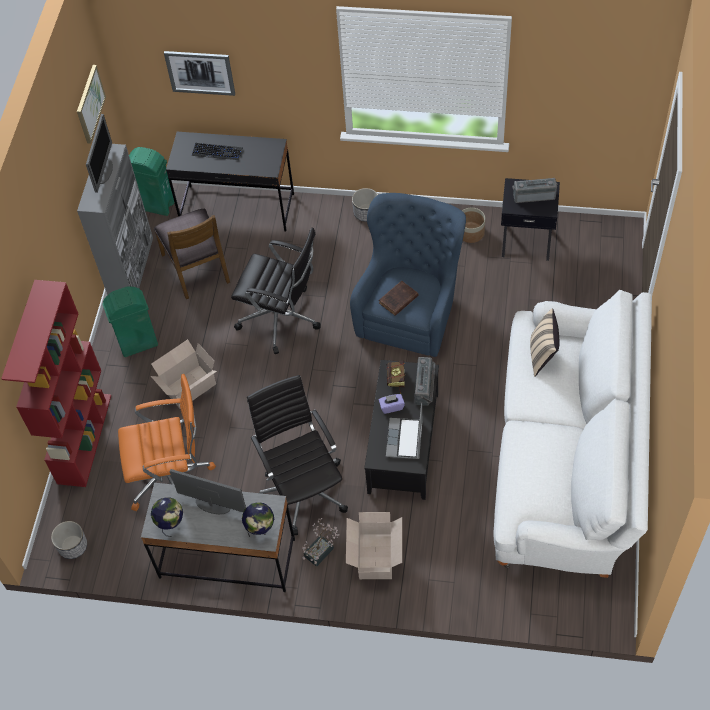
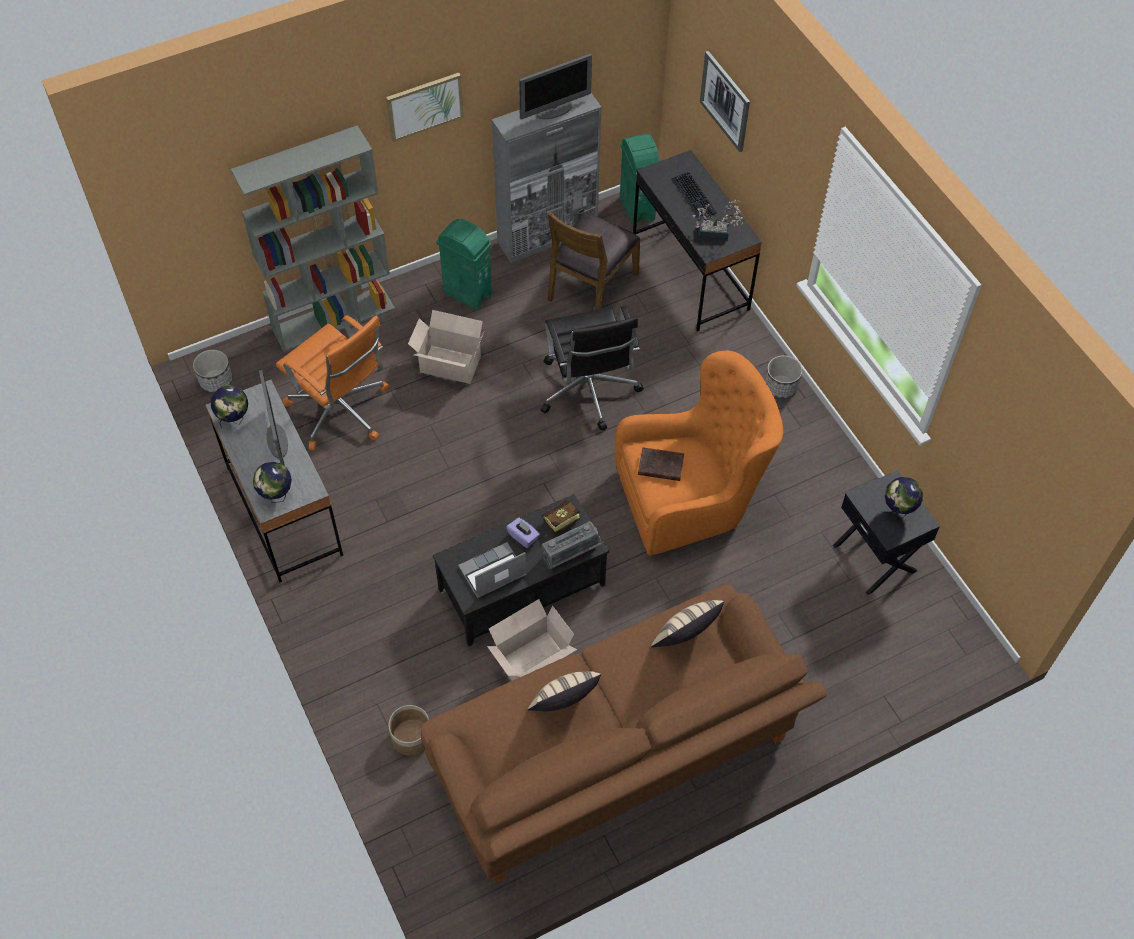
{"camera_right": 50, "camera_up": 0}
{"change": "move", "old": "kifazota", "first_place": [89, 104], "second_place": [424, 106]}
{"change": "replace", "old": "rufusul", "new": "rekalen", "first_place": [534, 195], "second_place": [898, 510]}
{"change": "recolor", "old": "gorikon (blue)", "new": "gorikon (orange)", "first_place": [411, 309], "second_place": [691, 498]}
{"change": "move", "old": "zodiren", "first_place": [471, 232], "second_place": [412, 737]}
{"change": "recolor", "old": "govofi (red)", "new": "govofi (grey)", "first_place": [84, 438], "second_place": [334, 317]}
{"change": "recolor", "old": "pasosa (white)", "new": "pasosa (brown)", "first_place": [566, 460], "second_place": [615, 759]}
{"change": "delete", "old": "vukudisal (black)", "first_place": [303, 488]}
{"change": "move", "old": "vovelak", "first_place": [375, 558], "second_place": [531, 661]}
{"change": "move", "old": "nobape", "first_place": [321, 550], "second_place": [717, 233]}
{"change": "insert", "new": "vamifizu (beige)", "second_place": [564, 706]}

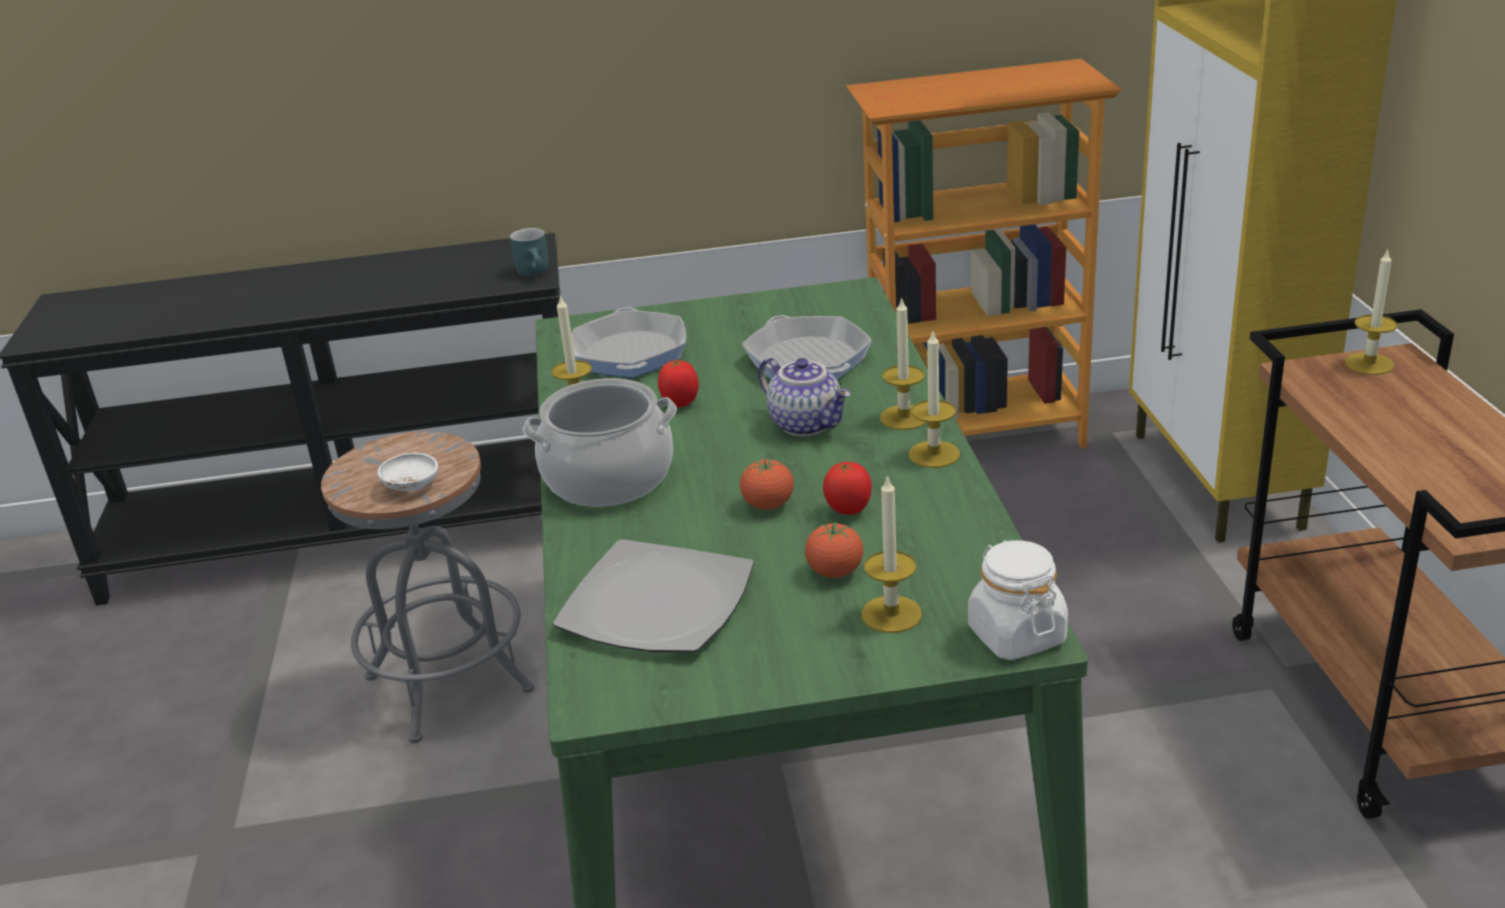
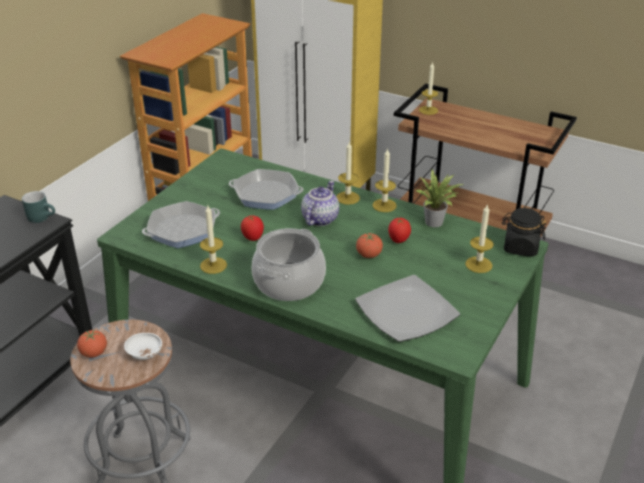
{"camera_right": -55, "camera_up": 5}
{"change": "rotate", "old": "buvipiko", "first_place": [630, 353], "second_place": [182, 230], "degrees": 120}
{"change": "rotate", "old": "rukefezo", "first_place": [807, 424], "second_place": [319, 219], "degrees": -60}
{"change": "move", "old": "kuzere", "first_place": [835, 572], "second_place": [94, 353]}
{"change": "recolor", "old": "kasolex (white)", "new": "kasolex (black)", "first_place": [1016, 635], "second_place": [520, 247]}
{"change": "insert", "new": "nobape", "second_place": [436, 223]}

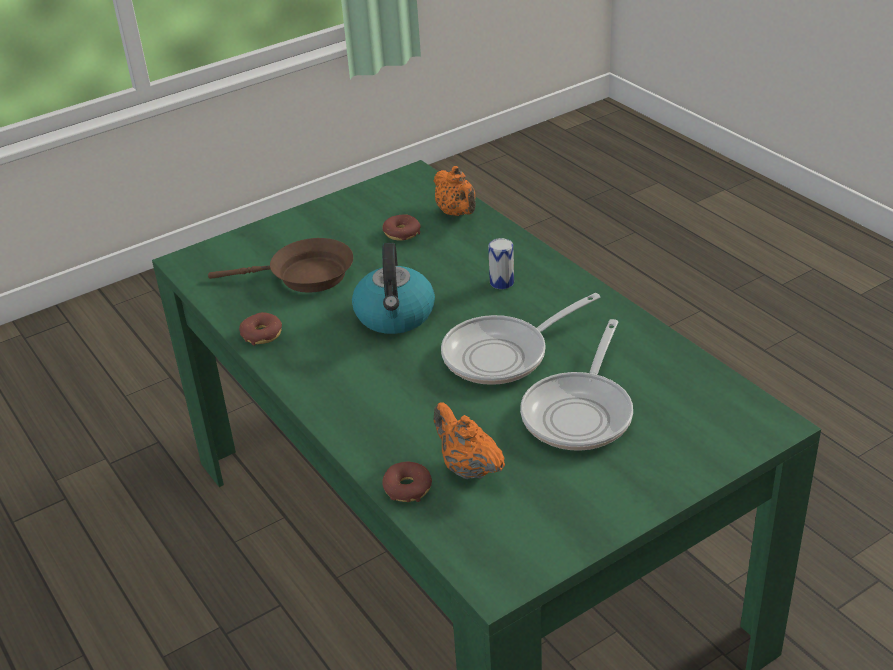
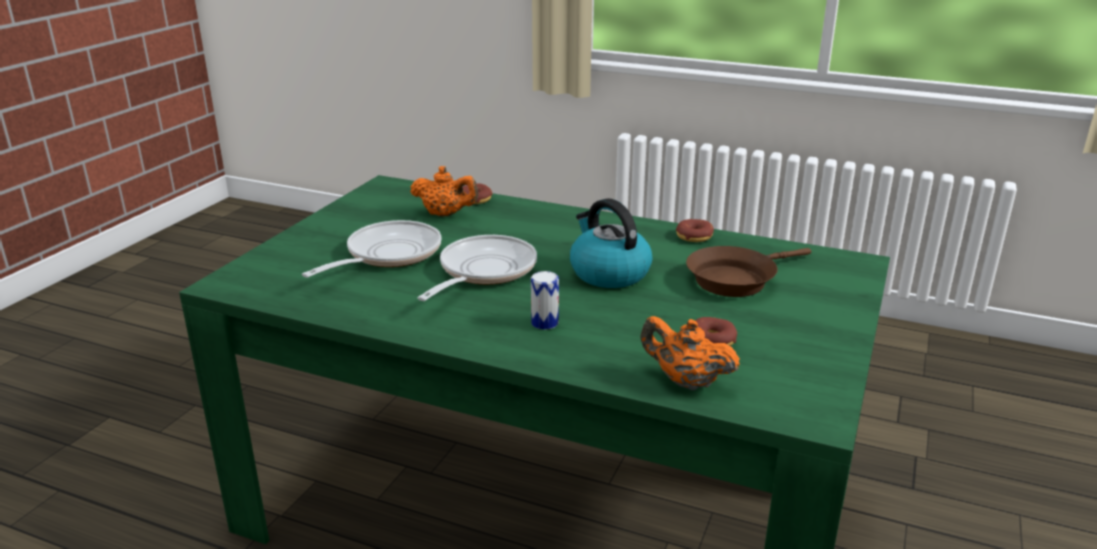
{"camera_right": 145, "camera_up": -10}
{"change": "rotate", "old": "buvipiko", "first_place": [580, 412], "second_place": [387, 255], "degrees": 45}

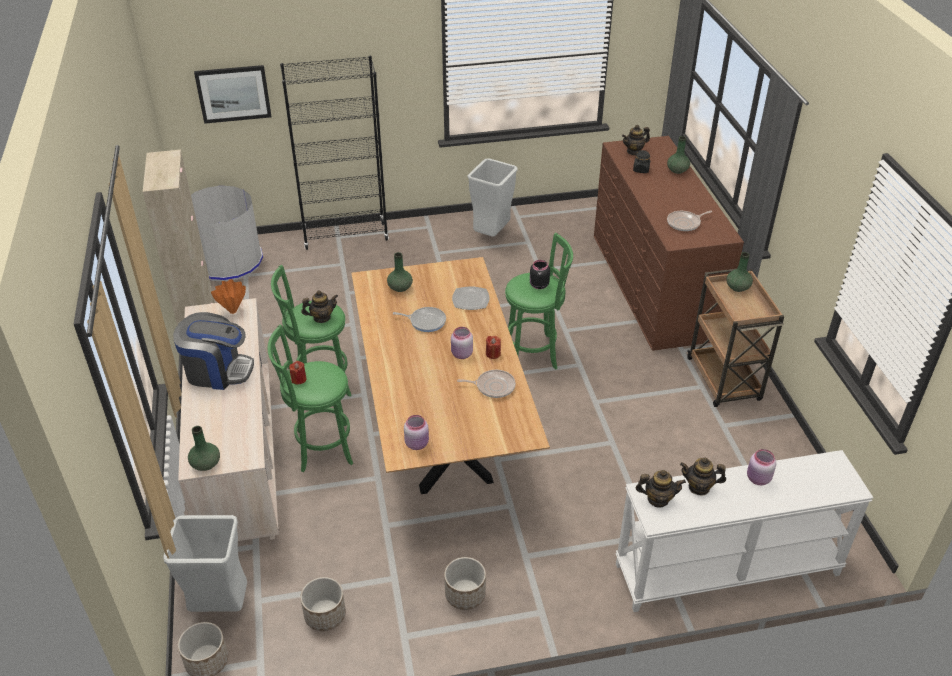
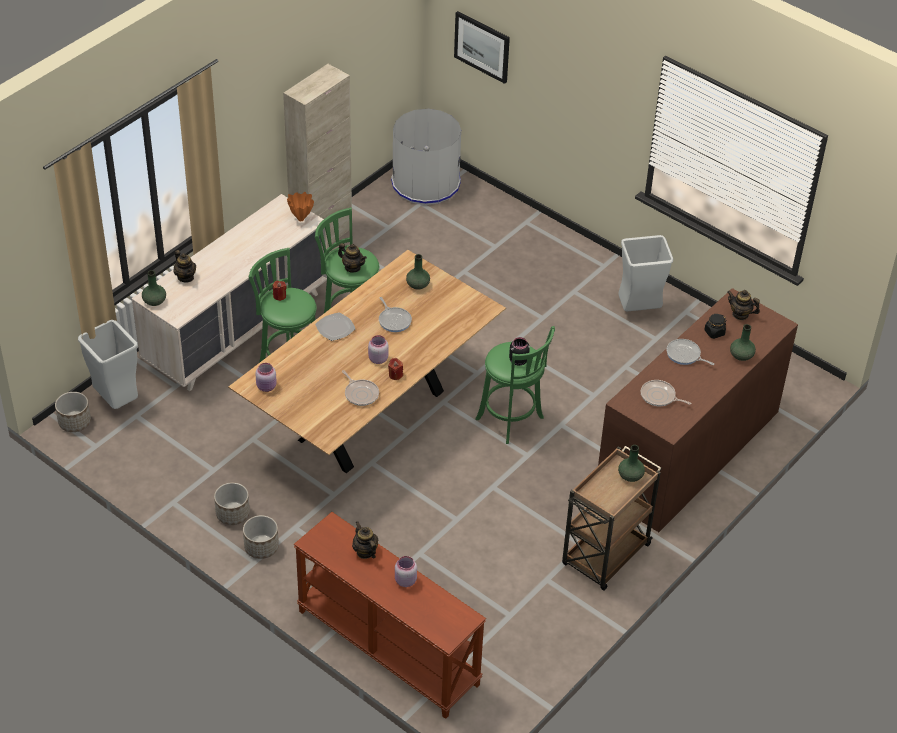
{"camera_right": 50, "camera_up": 5}
{"change": "delete", "old": "govofi (black)", "first_place": [345, 236]}
{"change": "move", "old": "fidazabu", "first_place": [471, 299], "second_place": [335, 328]}
{"change": "delete", "old": "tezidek", "first_place": [217, 371]}
{"change": "recolor", "old": "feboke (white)", "new": "feboke (brown)", "first_place": [727, 571], "second_place": [386, 648]}
{"change": "move", "old": "rukefezo", "first_place": [658, 499], "second_place": [185, 277]}
{"change": "move", "old": "zodiren", "first_place": [325, 615], "second_place": [262, 547]}
{"change": "insert", "new": "buvipiko", "second_place": [685, 355]}

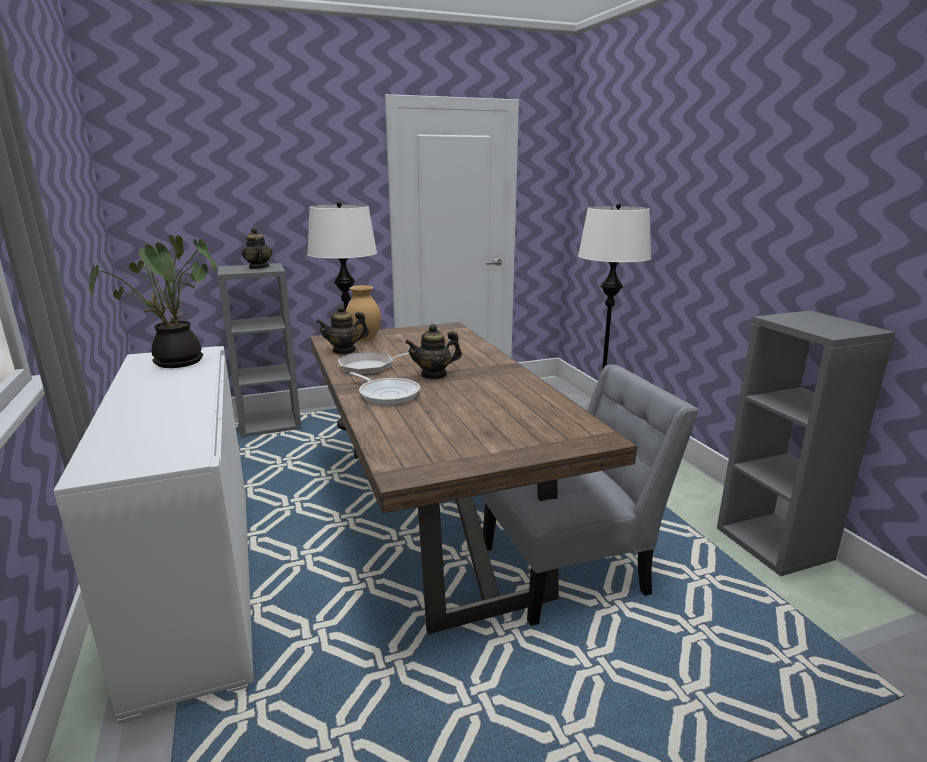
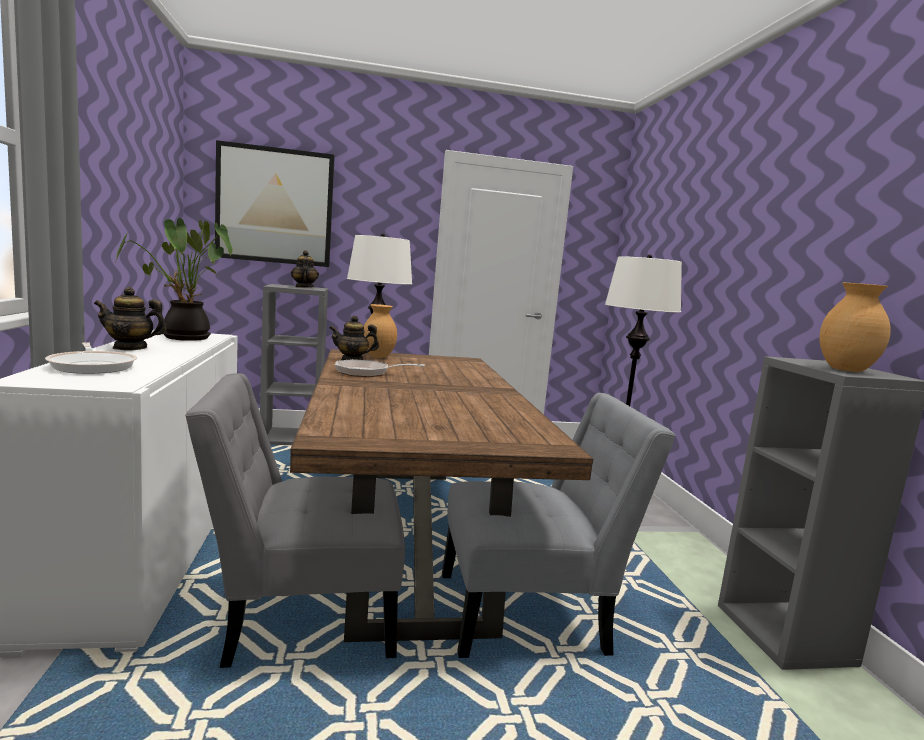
{"camera_right": 10, "camera_up": -10}
{"change": "move", "old": "rukefezo", "first_place": [434, 375], "second_place": [130, 348]}
{"change": "move", "old": "buvipiko", "first_place": [387, 394], "second_place": [93, 366]}
{"change": "insert", "new": "kifazota", "second_place": [275, 206]}
{"change": "insert", "new": "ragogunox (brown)", "second_place": [846, 370]}
{"change": "insert", "new": "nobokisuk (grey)", "second_place": [301, 614]}

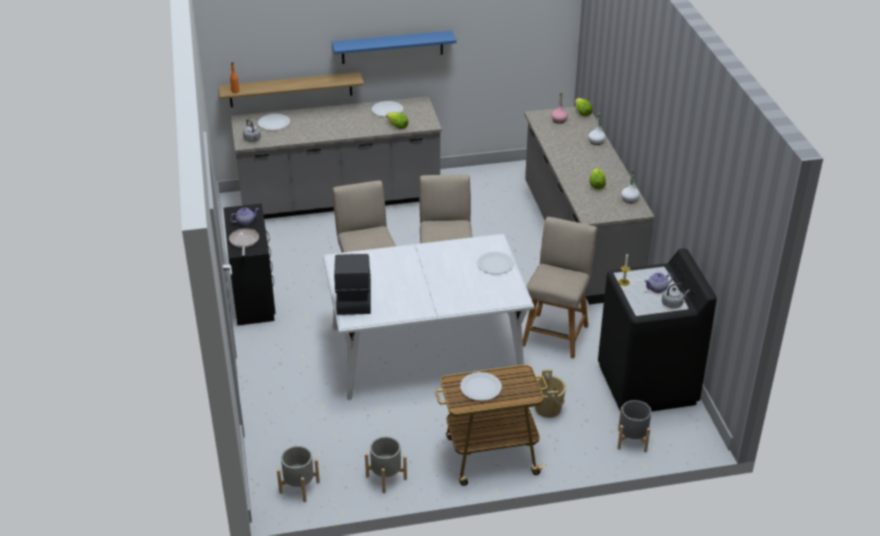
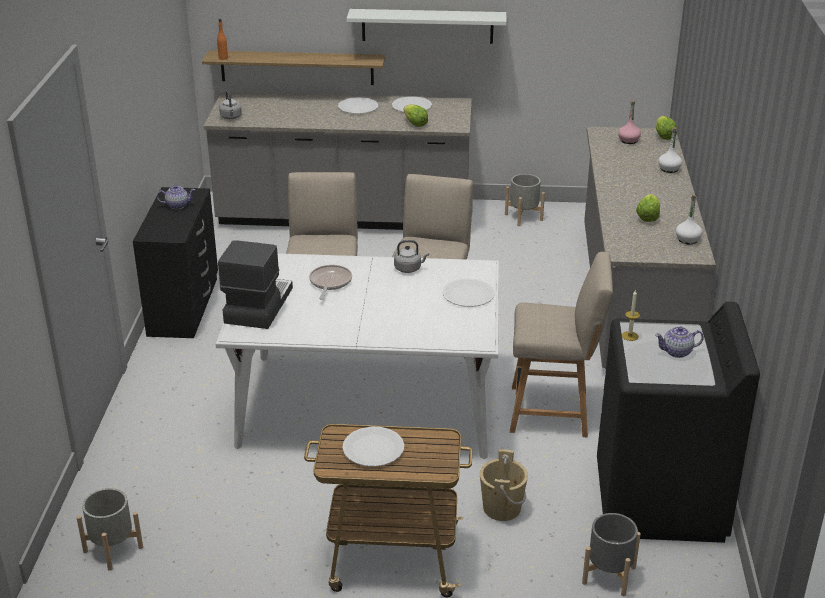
{"camera_right": 15, "camera_up": -5}
{"change": "recolor", "old": "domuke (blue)", "new": "domuke (white)", "first_place": [392, 47], "second_place": [427, 26]}
{"change": "move", "old": "fidazabu (white)", "first_place": [273, 123], "second_place": [358, 107]}
{"change": "rotate", "old": "nobokisuk (beige)", "first_place": [556, 333], "second_place": [554, 411], "degrees": 60}
{"change": "move", "old": "buvipiko", "first_place": [244, 242], "second_place": [329, 283]}
{"change": "move", "old": "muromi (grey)", "first_place": [673, 303], "second_place": [409, 268]}
{"change": "move", "old": "zodiren (grey)", "first_place": [386, 477], "second_place": [523, 217]}

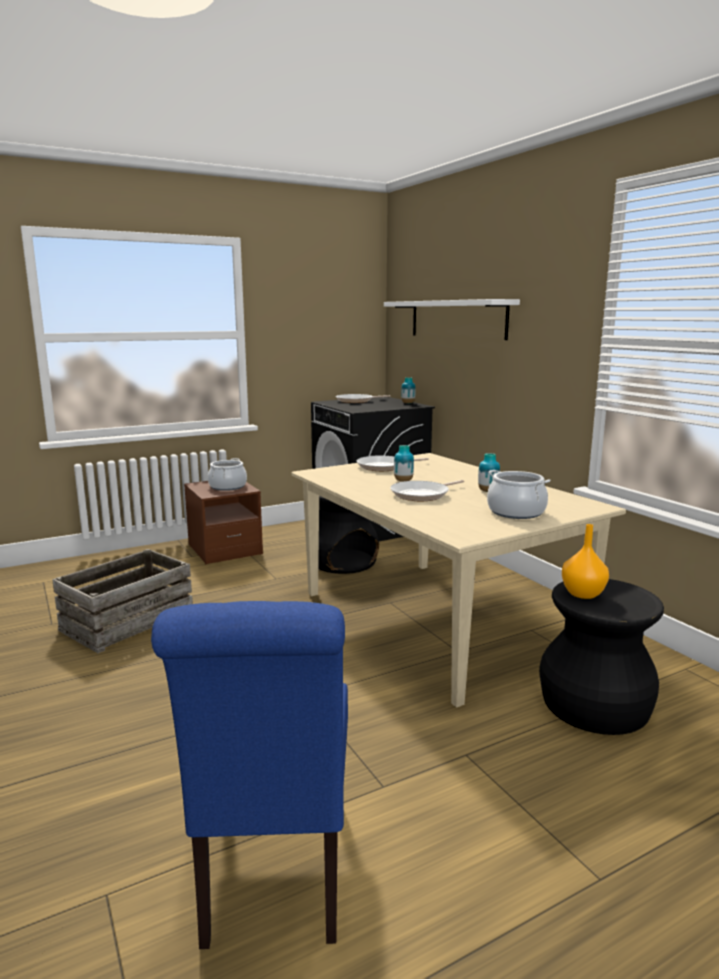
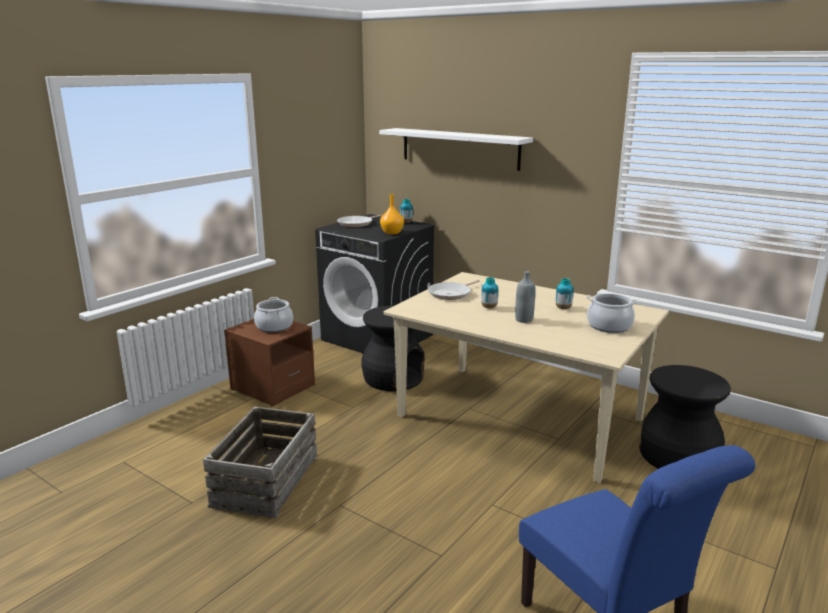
{"camera_right": -25, "camera_up": 5}
{"change": "replace", "old": "buvipiko", "new": "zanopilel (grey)", "first_place": [422, 494], "second_place": [524, 320]}
{"change": "move", "old": "ragogunox (orange)", "first_place": [583, 593], "second_place": [392, 232]}

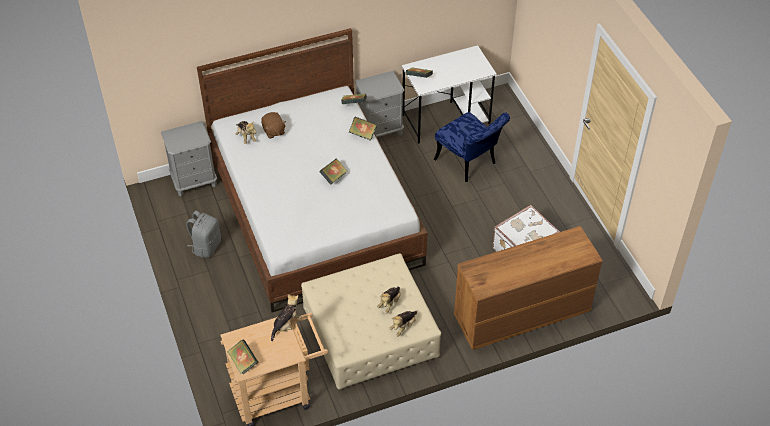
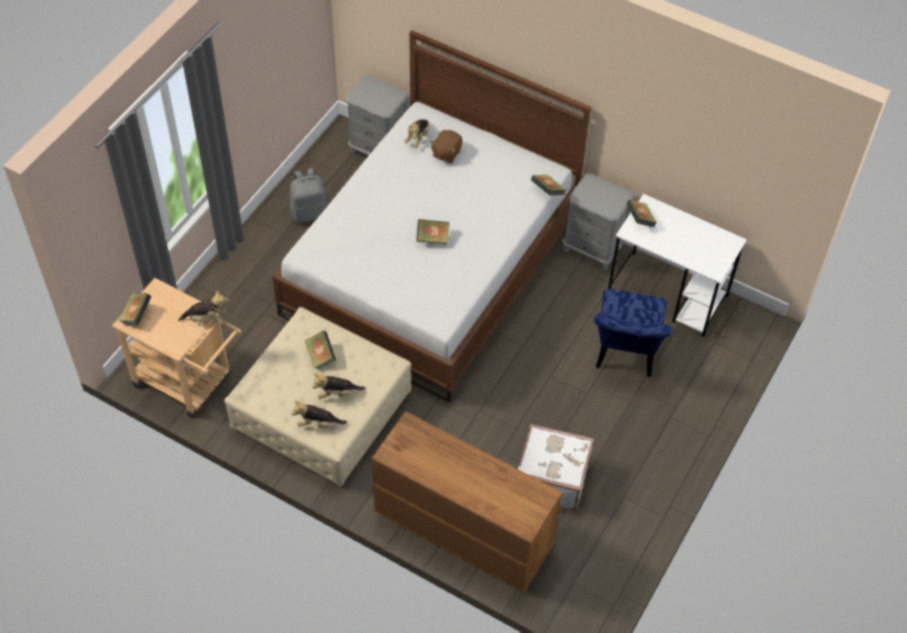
{"camera_right": 50, "camera_up": 5}
{"change": "move", "old": "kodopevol", "first_place": [363, 134], "second_place": [320, 356]}

